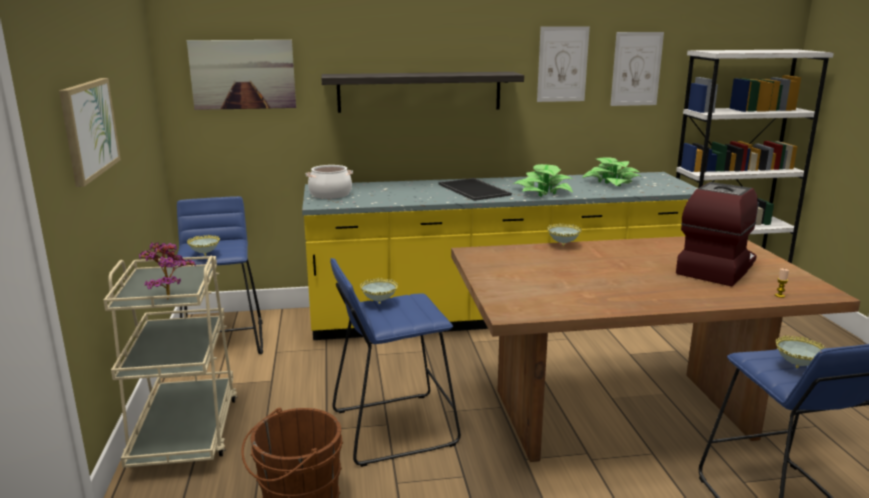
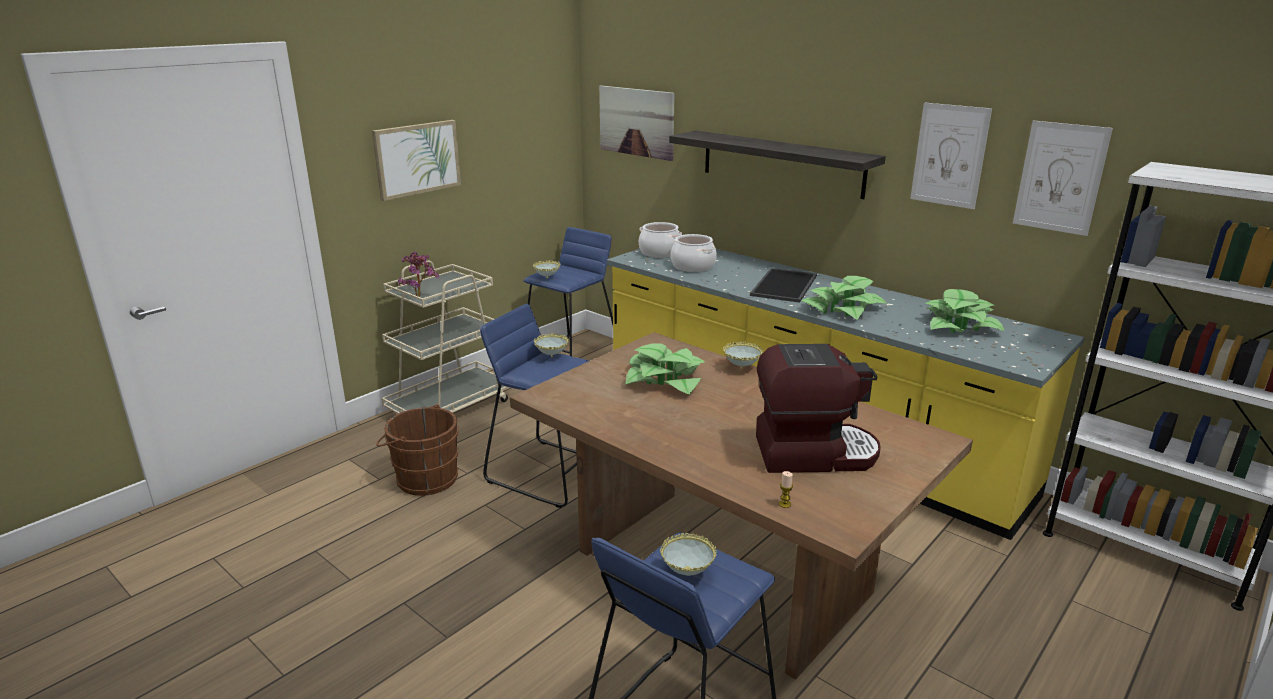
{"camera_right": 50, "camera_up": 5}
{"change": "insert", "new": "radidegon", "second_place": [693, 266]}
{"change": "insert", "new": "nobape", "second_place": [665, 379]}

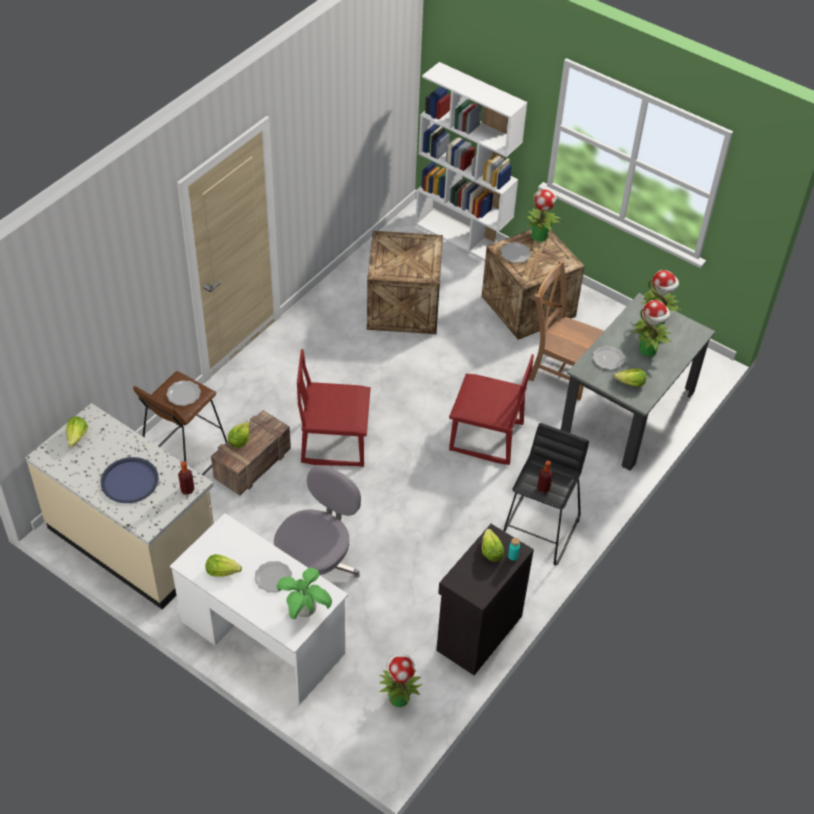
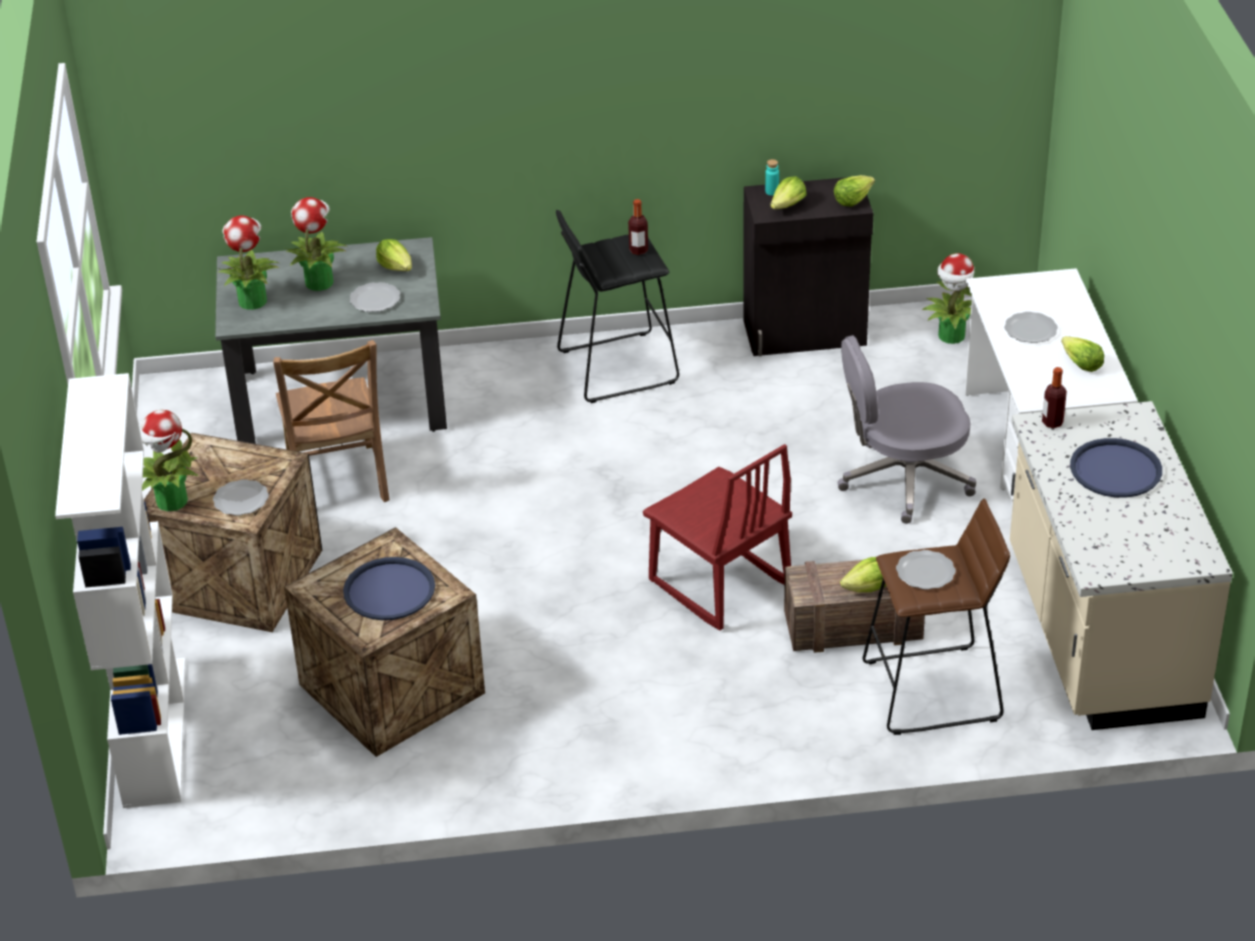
{"camera_right": -130, "camera_up": -10}
{"change": "delete", "old": "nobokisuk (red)", "first_place": [486, 438]}
{"change": "move", "old": "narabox", "first_place": [77, 437], "second_place": [852, 199]}
{"change": "delete", "old": "nobape", "first_place": [305, 611]}
{"change": "insert", "new": "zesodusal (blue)", "second_place": [389, 590]}

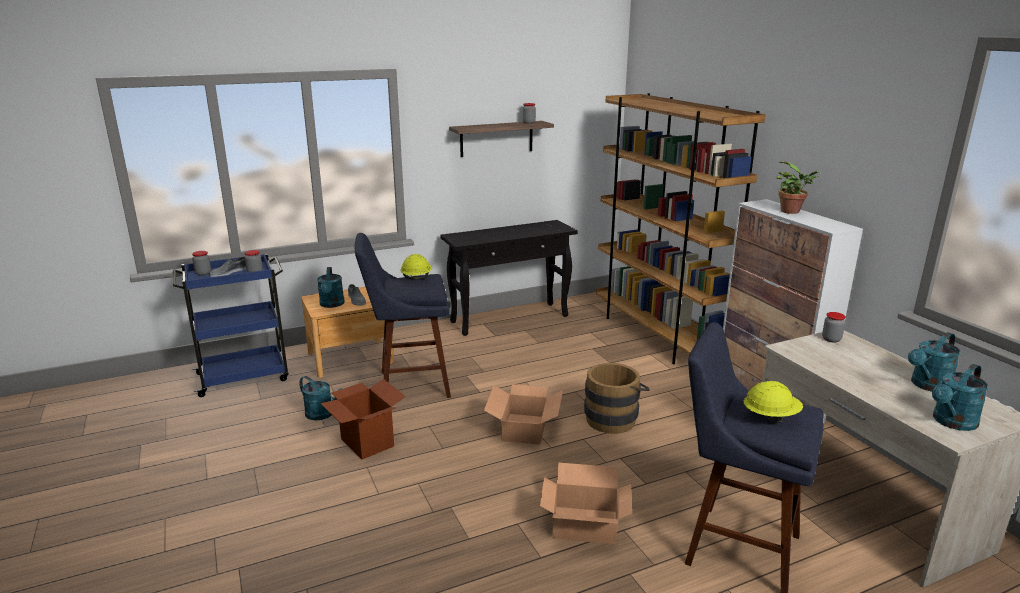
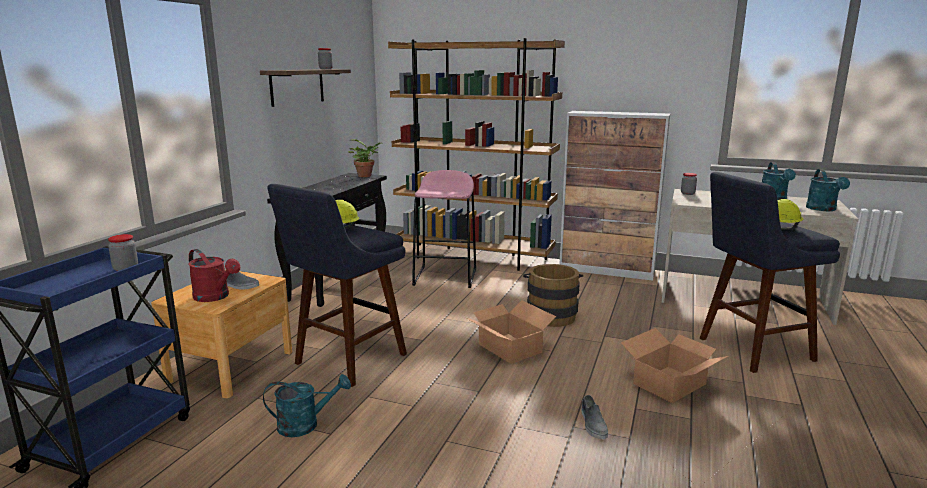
{"camera_right": -45, "camera_up": -5}
{"change": "move", "old": "nobape", "first_place": [792, 212], "second_place": [366, 176]}
{"change": "delete", "old": "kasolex", "first_place": [203, 273]}
{"change": "move", "old": "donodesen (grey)", "first_place": [229, 272], "second_place": [593, 424]}
{"change": "recolor", "old": "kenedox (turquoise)", "new": "kenedox (red)", "first_place": [332, 305], "second_place": [215, 297]}
{"change": "delete", "old": "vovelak", "first_place": [367, 442]}
{"change": "insert", "new": "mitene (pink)", "second_place": [445, 277]}

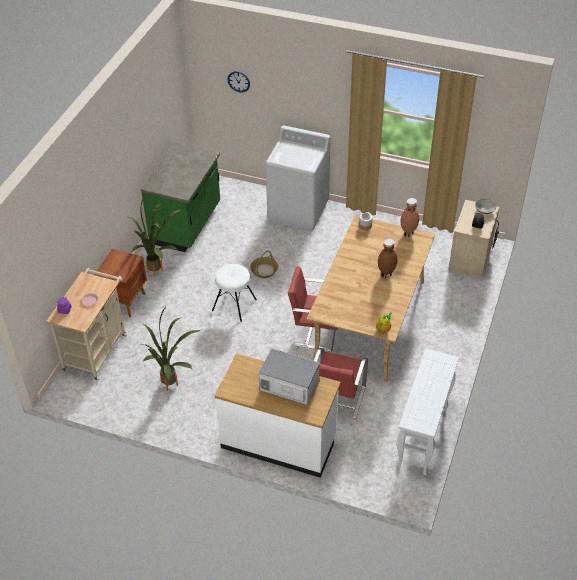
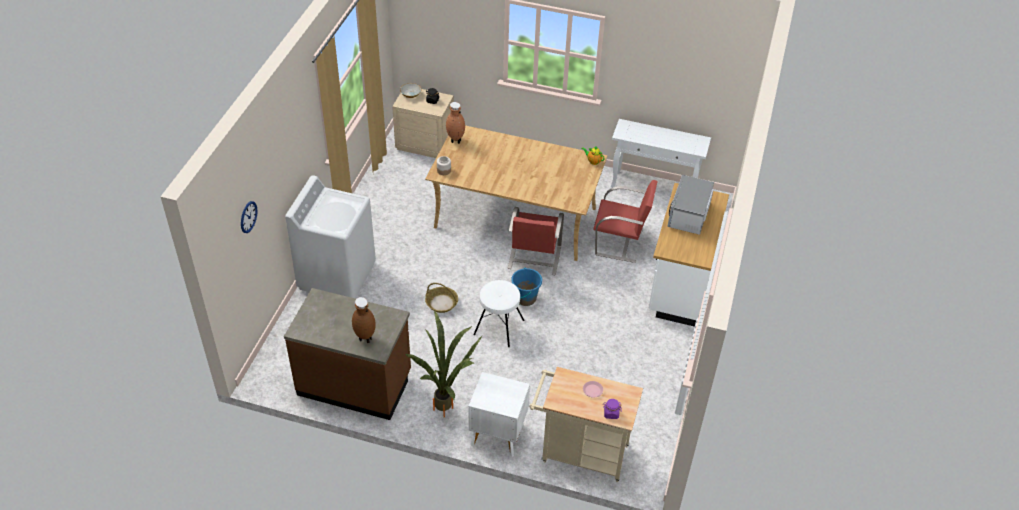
{"camera_right": -95, "camera_up": 0}
{"change": "recolor", "old": "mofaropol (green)", "new": "mofaropol (brown)", "first_place": [187, 224], "second_place": [355, 383]}
{"change": "move", "old": "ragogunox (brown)", "first_place": [386, 274], "second_place": [364, 338]}
{"change": "recolor", "old": "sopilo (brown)", "new": "sopilo (white)", "first_place": [125, 301], "second_place": [497, 434]}
{"change": "delete", "old": "nobape", "first_place": [170, 388]}
{"change": "insert", "new": "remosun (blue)", "second_place": [525, 298]}

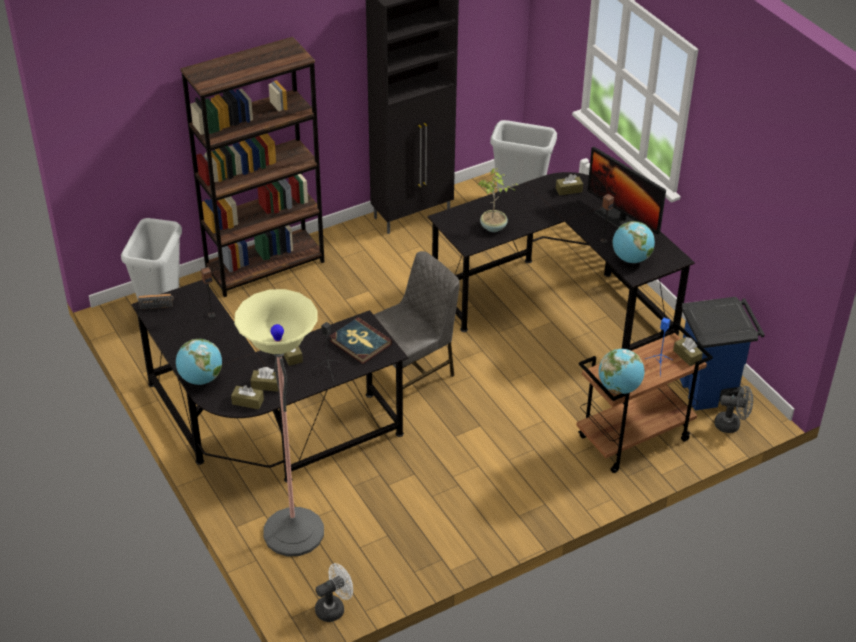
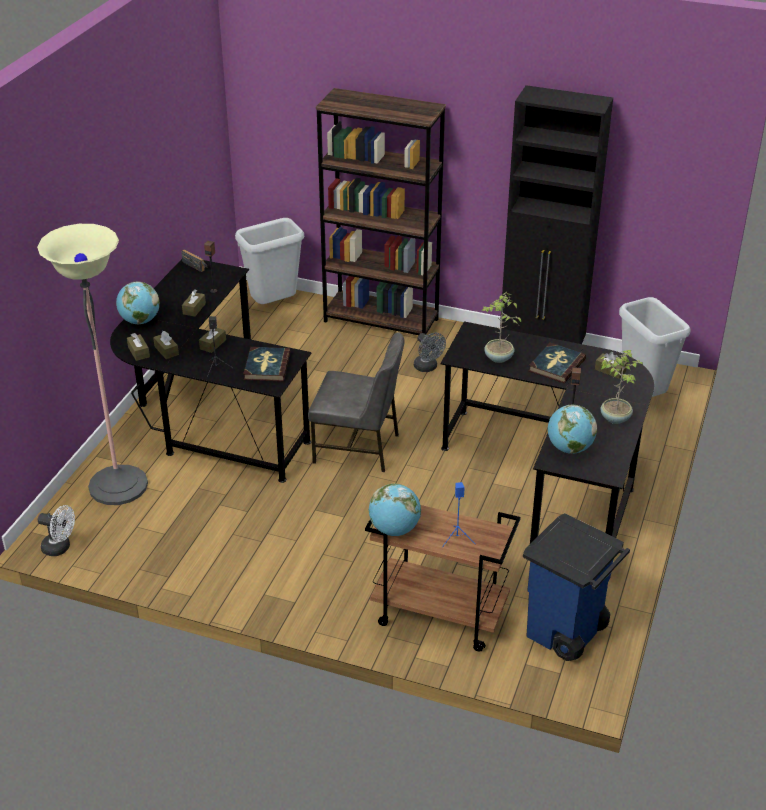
{"camera_right": 50, "camera_up": -5}
{"change": "replace", "old": "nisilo", "new": "nobape", "first_place": [622, 220], "second_place": [615, 418]}
{"change": "move", "old": "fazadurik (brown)", "first_place": [687, 356], "second_place": [194, 309]}
{"change": "move", "old": "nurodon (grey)", "first_place": [731, 424], "second_place": [427, 368]}
{"change": "insert", "new": "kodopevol", "second_place": [556, 365]}

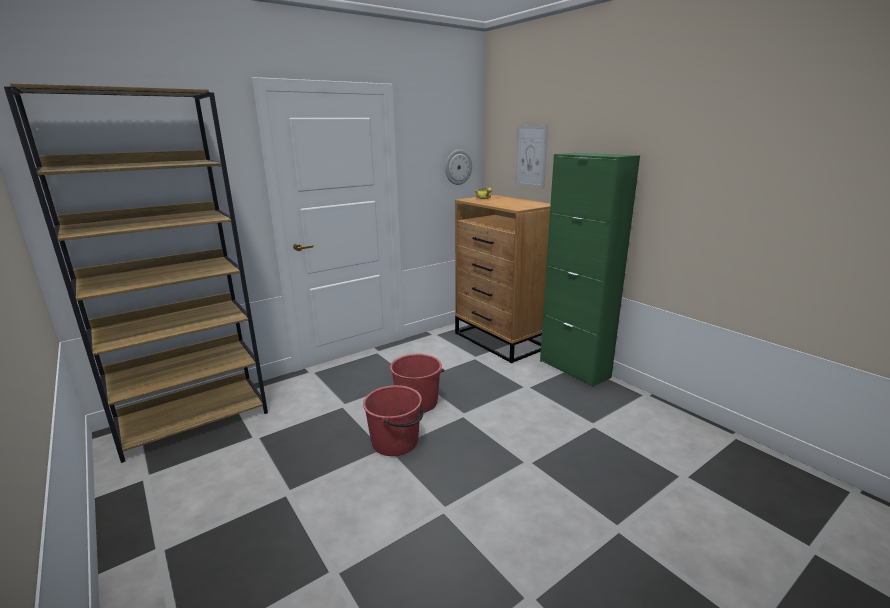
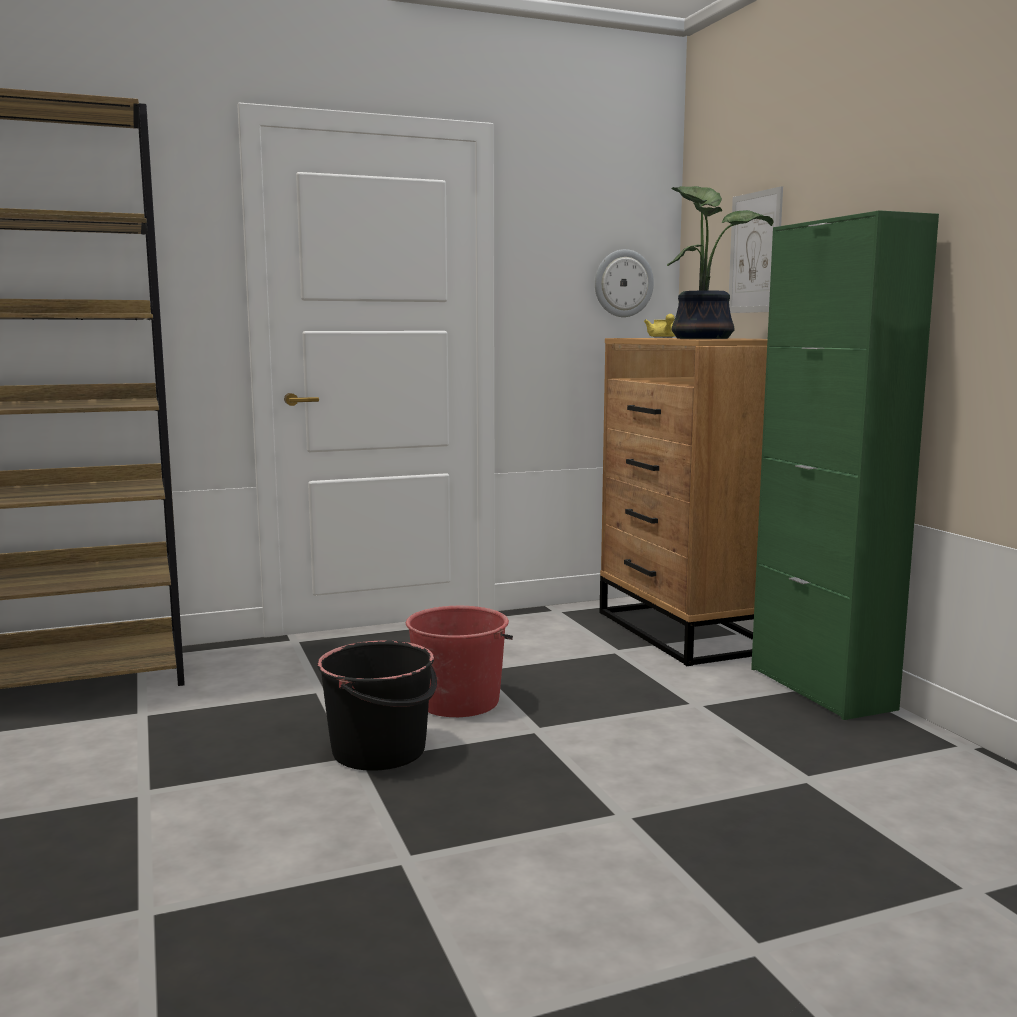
{"camera_right": 15, "camera_up": -10}
{"change": "recolor", "old": "remosun (red)", "new": "remosun (black)", "first_place": [396, 442], "second_place": [380, 751]}
{"change": "insert", "new": "nobape", "second_place": [703, 338]}

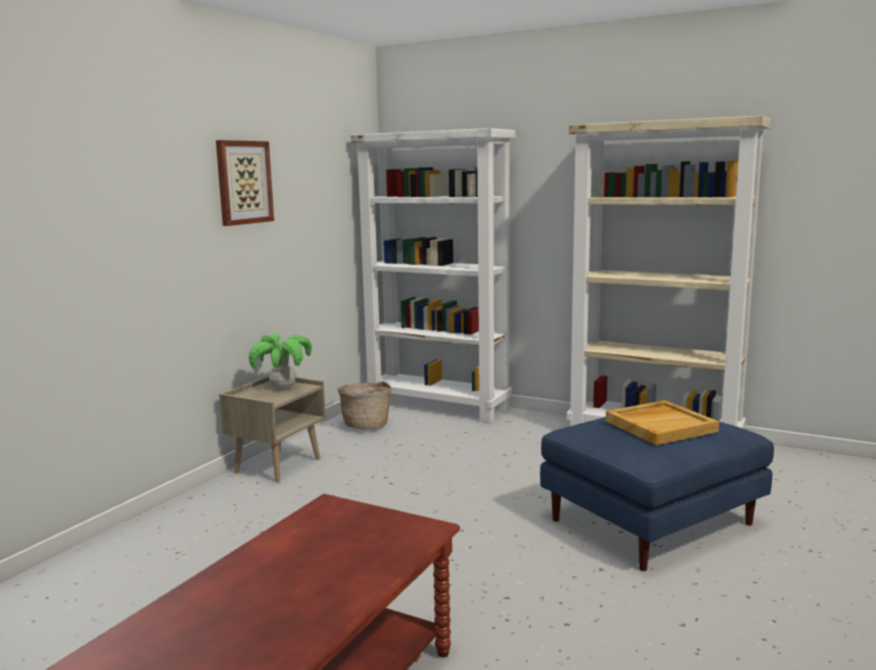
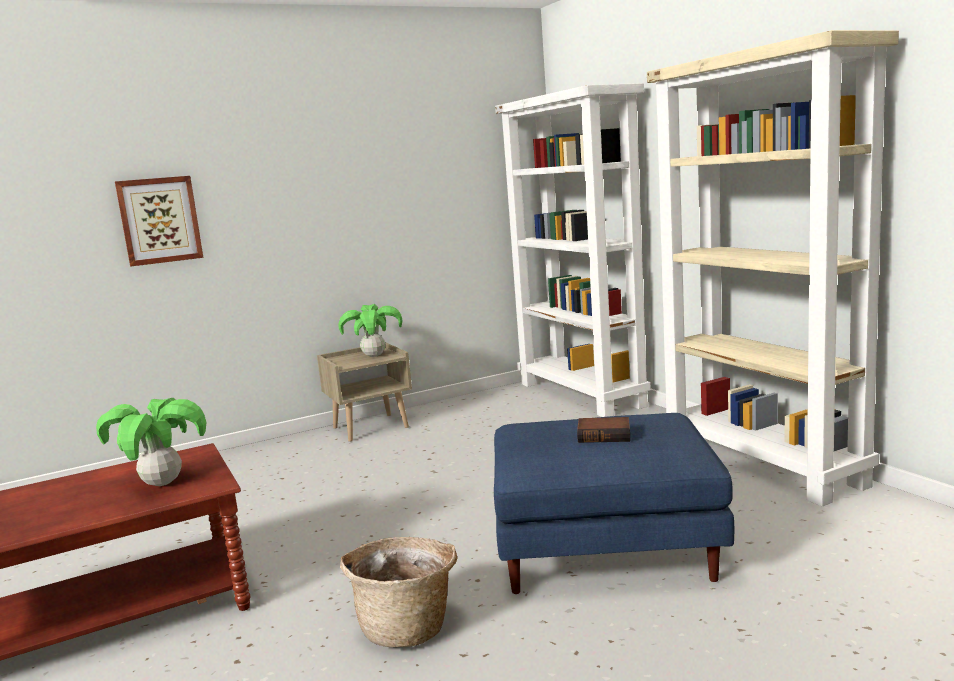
{"camera_right": 35, "camera_up": 0}
{"change": "move", "old": "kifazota", "first_place": [243, 182], "second_place": [159, 220]}
{"change": "move", "old": "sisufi", "first_place": [366, 425], "second_place": [407, 626]}
{"change": "replace", "old": "zesodusal (beige)", "new": "kodopevol", "first_place": [660, 426], "second_place": [604, 435]}
{"change": "insert", "new": "nobape", "second_place": [163, 483]}

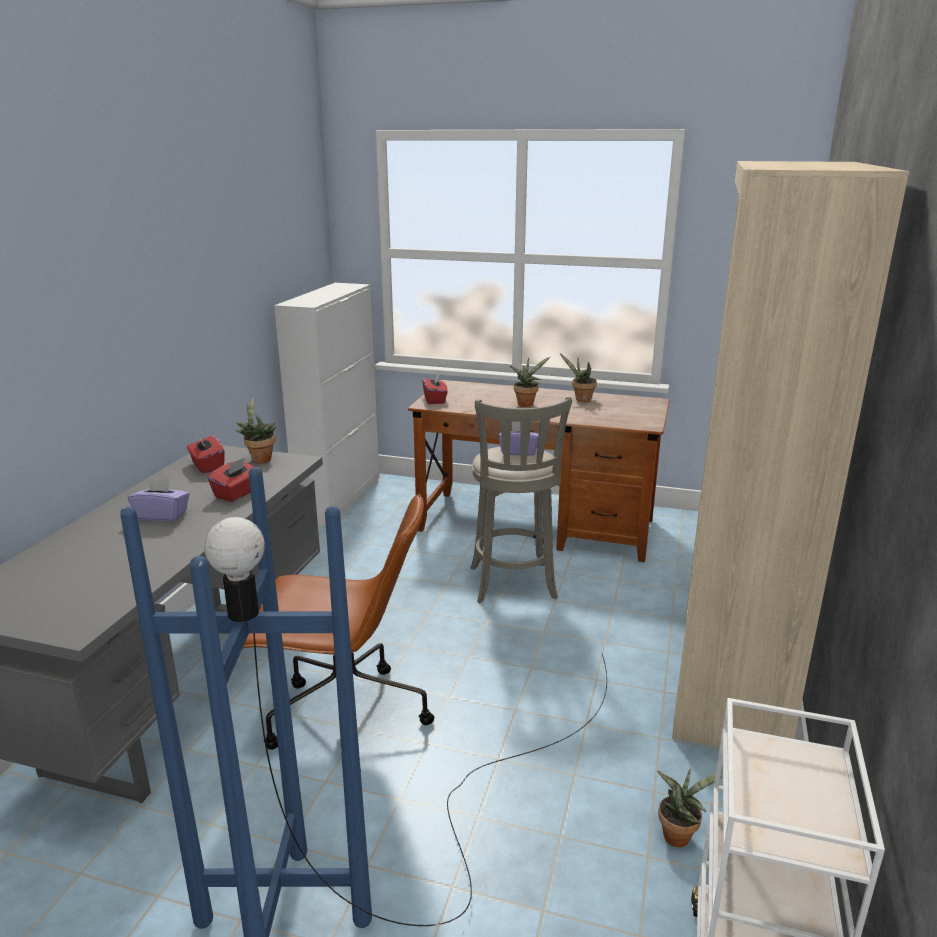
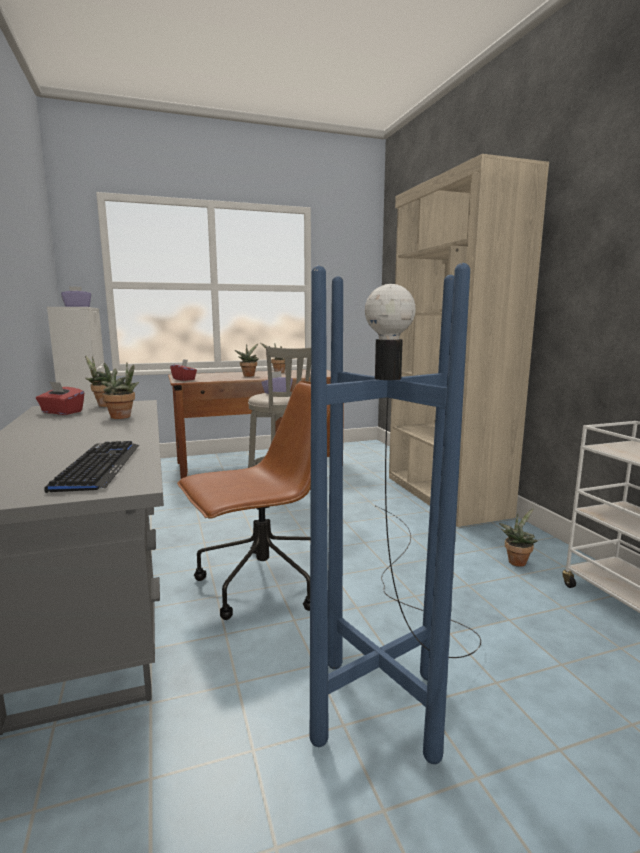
{"camera_right": -35, "camera_up": -10}
{"change": "replace", "old": "fazadurik (red)", "new": "nobape", "first_place": [238, 493], "second_place": [123, 417]}
{"change": "move", "old": "fazadurik (purple)", "first_place": [162, 515], "second_place": [77, 307]}
{"change": "insert", "new": "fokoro", "second_place": [98, 467]}

